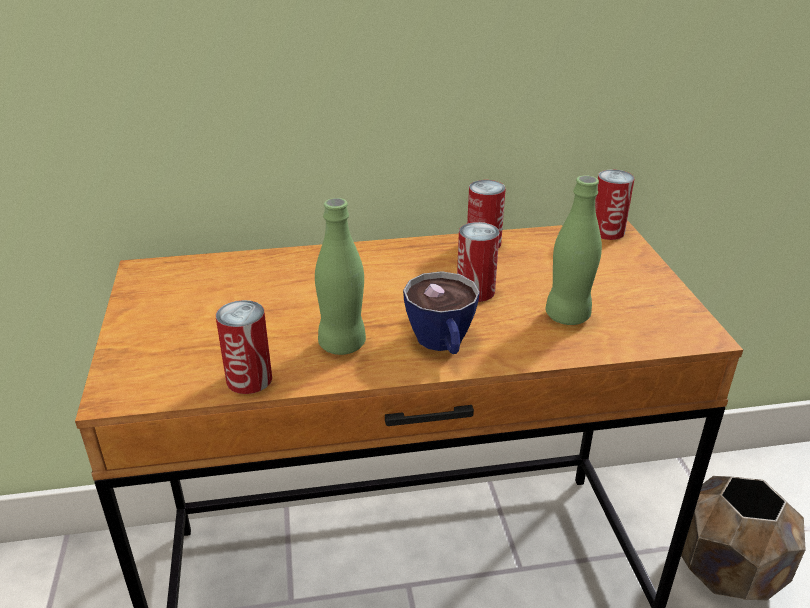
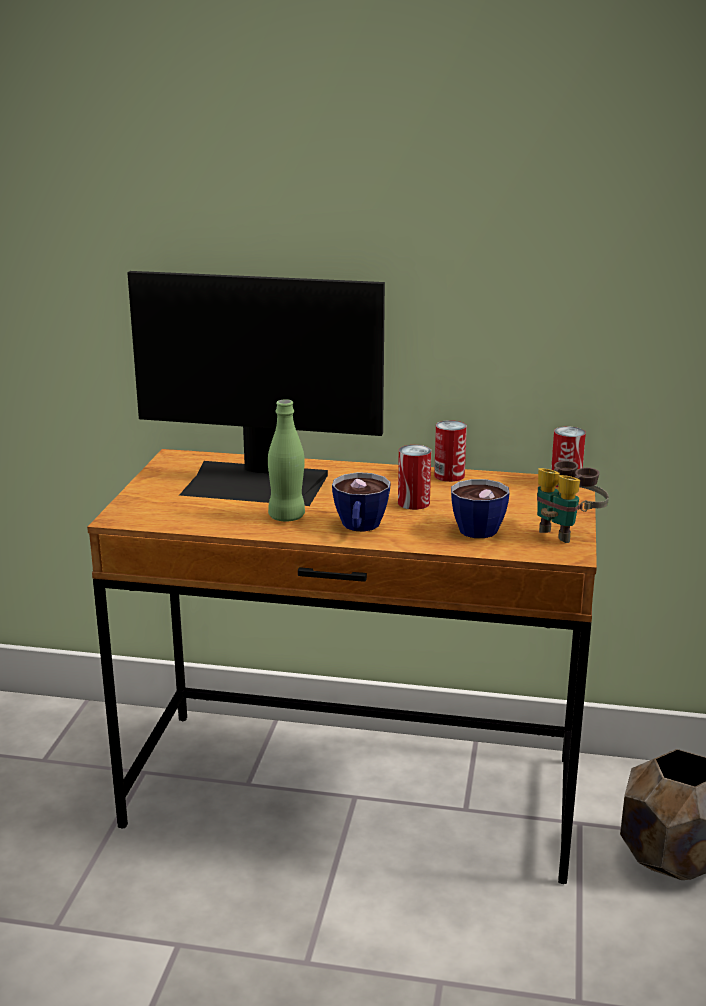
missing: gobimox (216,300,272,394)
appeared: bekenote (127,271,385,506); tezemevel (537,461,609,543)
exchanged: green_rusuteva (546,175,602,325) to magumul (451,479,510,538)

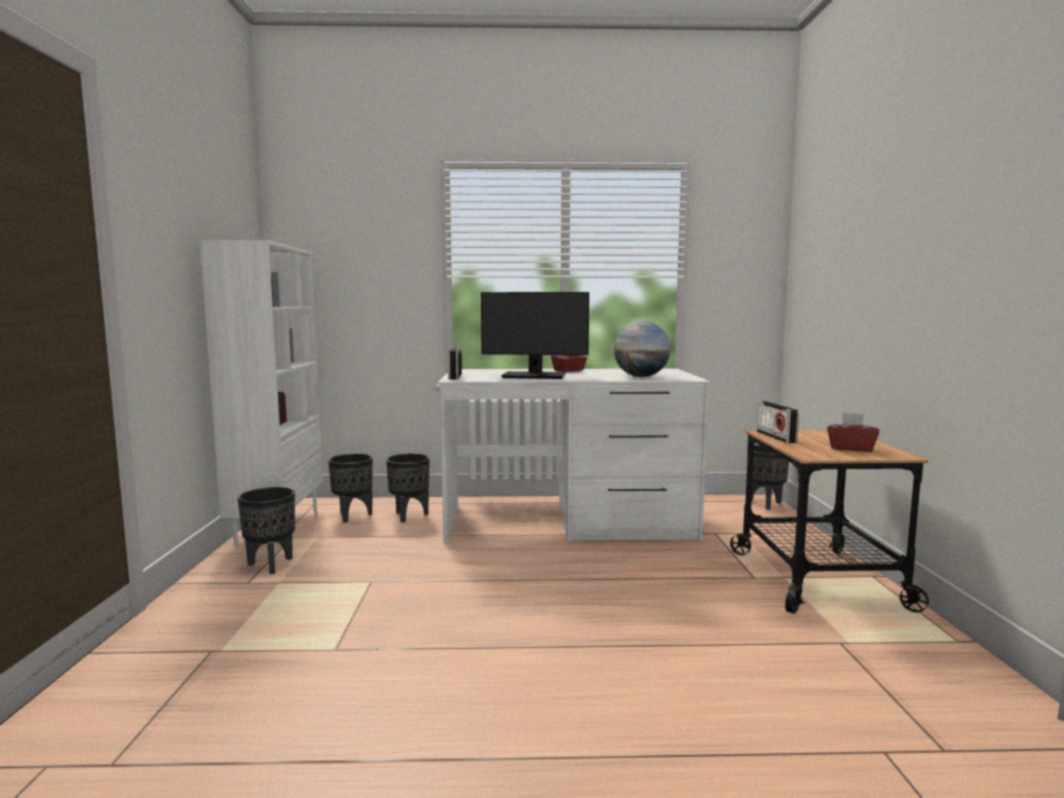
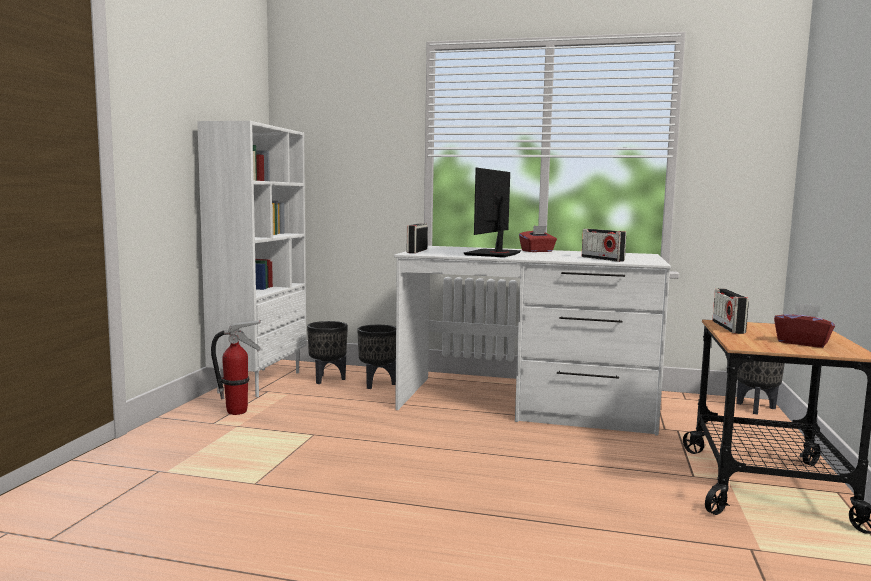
exchanged: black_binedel (238,487,295,574) to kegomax (211,320,261,415); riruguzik (614,321,671,377) to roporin (582,229,626,262)
spun: bekenote (481,292,589,379) = (464,168,521,257) 90 degrees clockwise

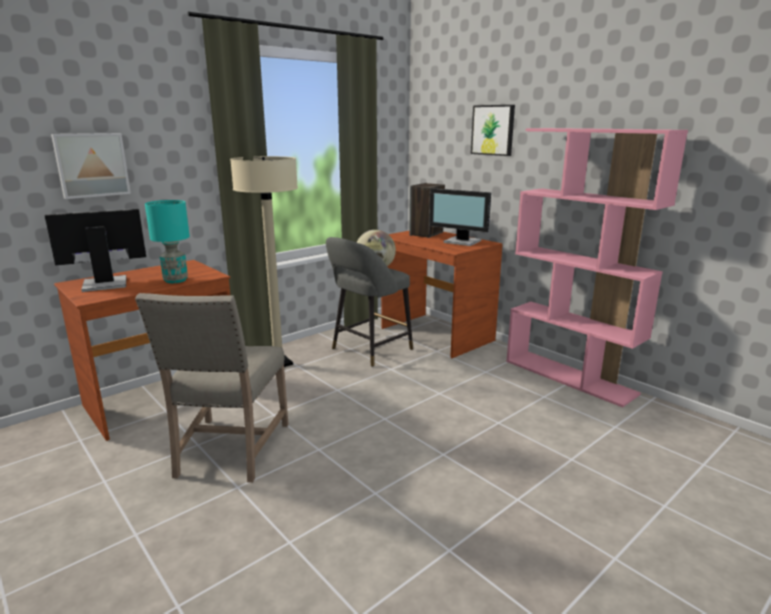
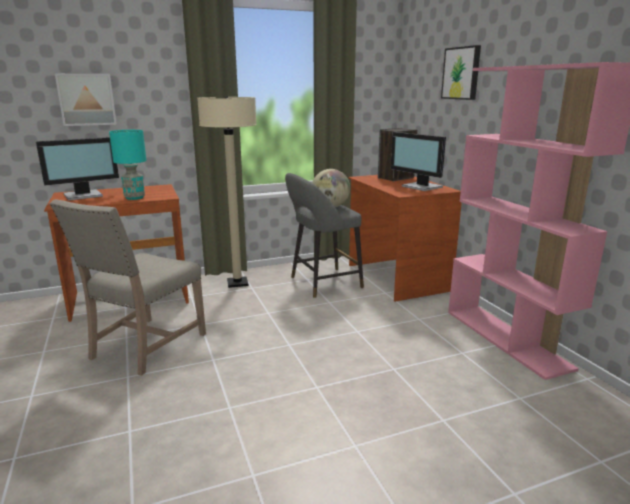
spun: bekenote (44,209,146,292) = (36,137,119,201) 150 degrees clockwise

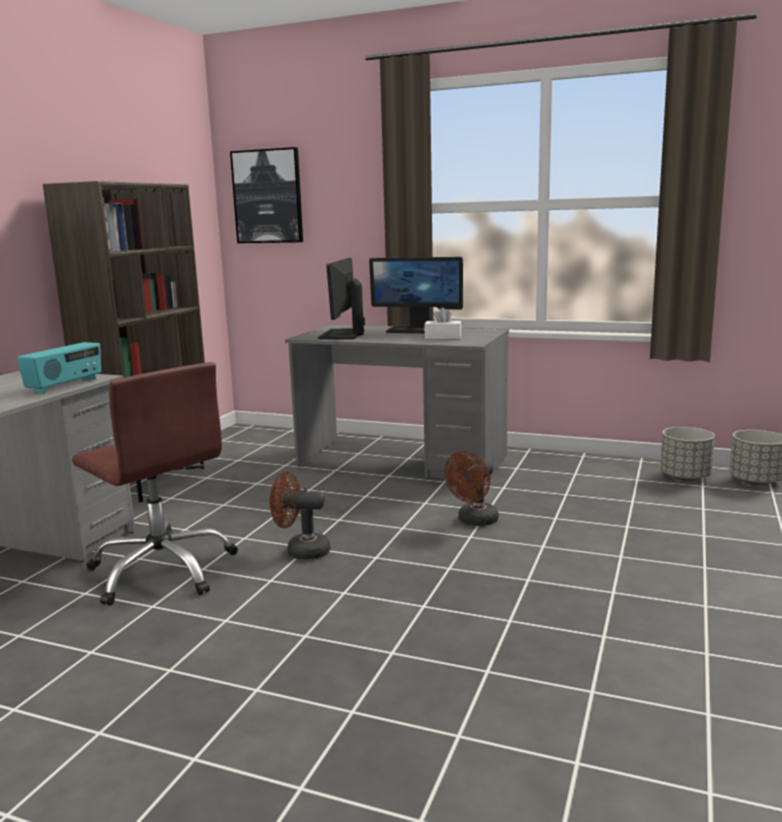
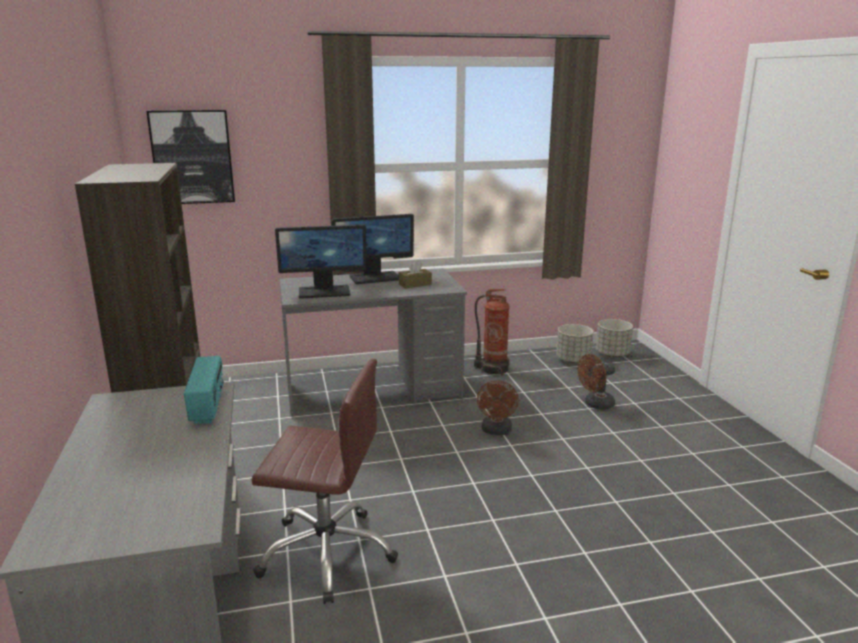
appeared: kegomax (474,289,510,376)
relocated: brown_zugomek (270,471,330,560) to (578,354,615,410)
colour: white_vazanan (424,308,461,339) to brown_vazanan (399,260,432,289)
spun: bekenote (318,258,365,339) = (275,225,367,299) 75 degrees counterclockwise

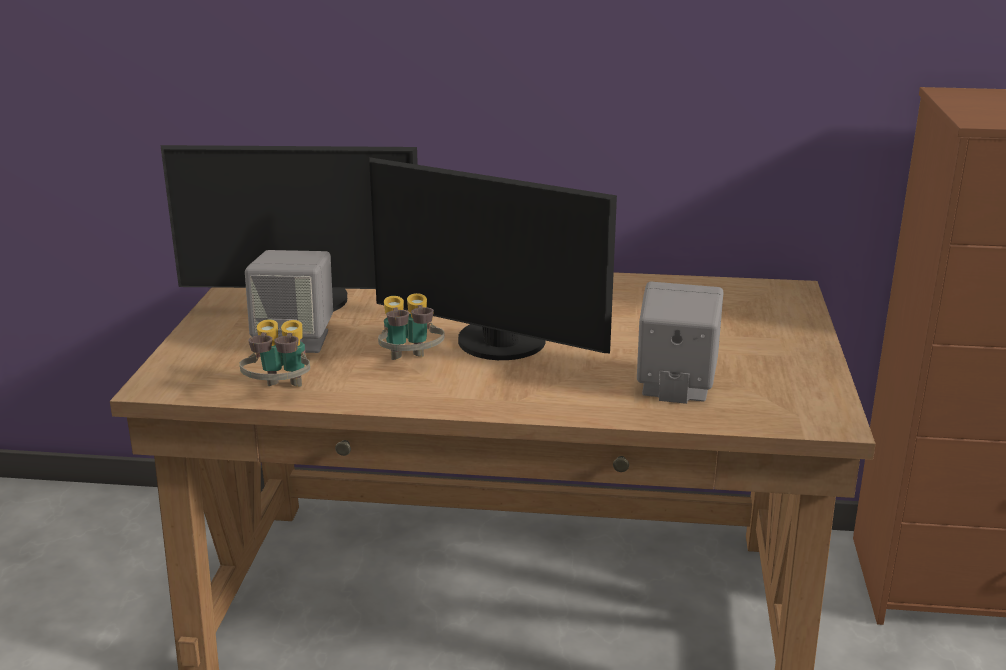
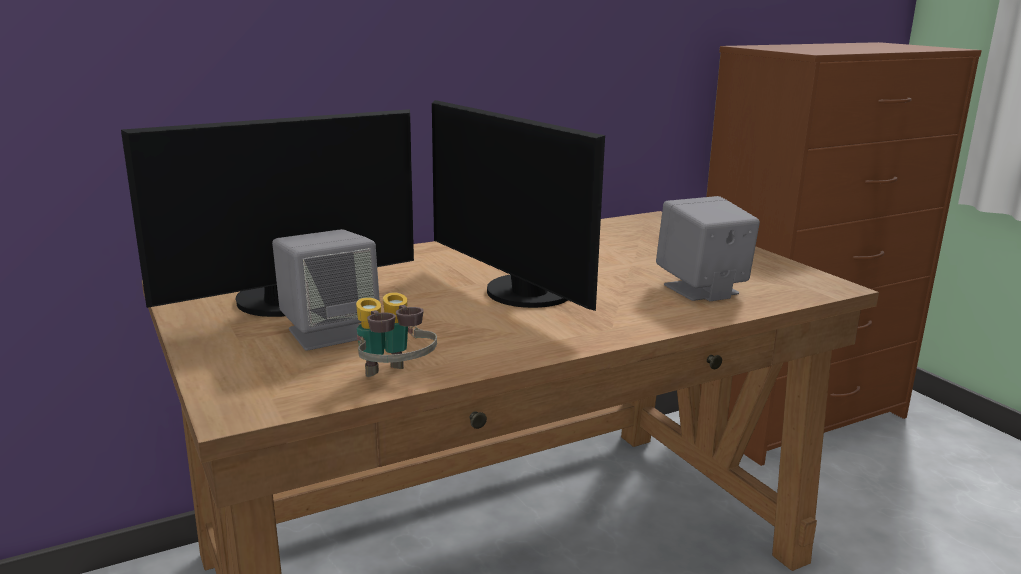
missing: tezemevel (378,293,445,360)
spun: bekenote (369,157,617,360) = (432,100,605,311) 60 degrees clockwise

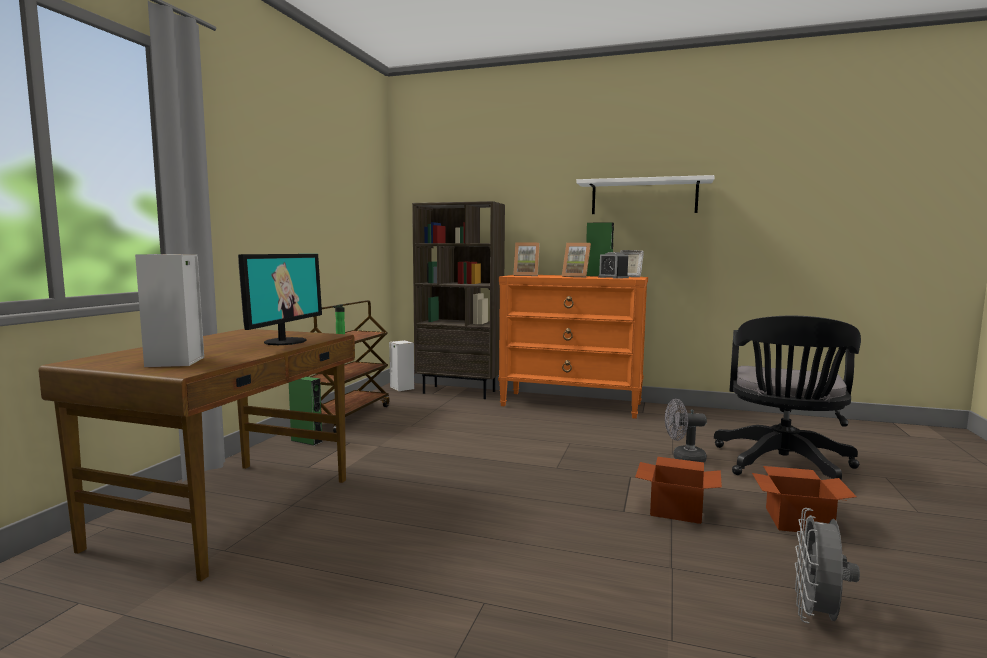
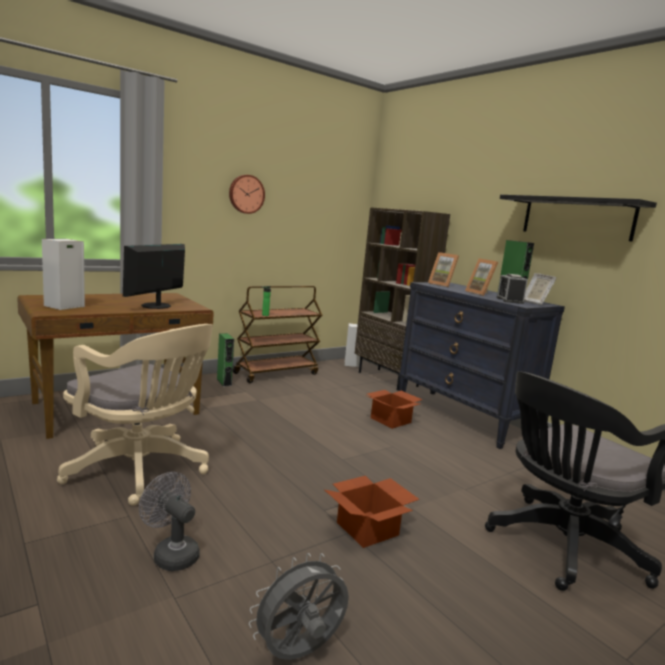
appeared: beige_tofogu (57,324,213,506); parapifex (229,175,265,214)
relocated: grey_zugomek (665,399,707,462) to (139,472,200,571); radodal (752,466,857,533) to (365,390,423,429)
colour: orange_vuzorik (498,275,648,419) to black_vuzorik (399,282,565,449); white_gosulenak (577,175,715,214) to black_gosulenak (500,195,657,242)
spun: bekenote (238,254,322,345) = (123,244,185,309) 150 degrees clockwise

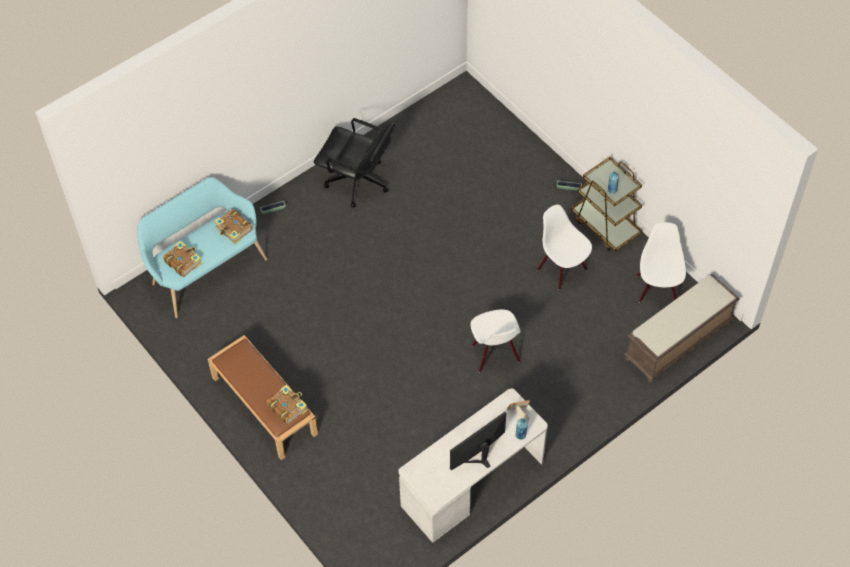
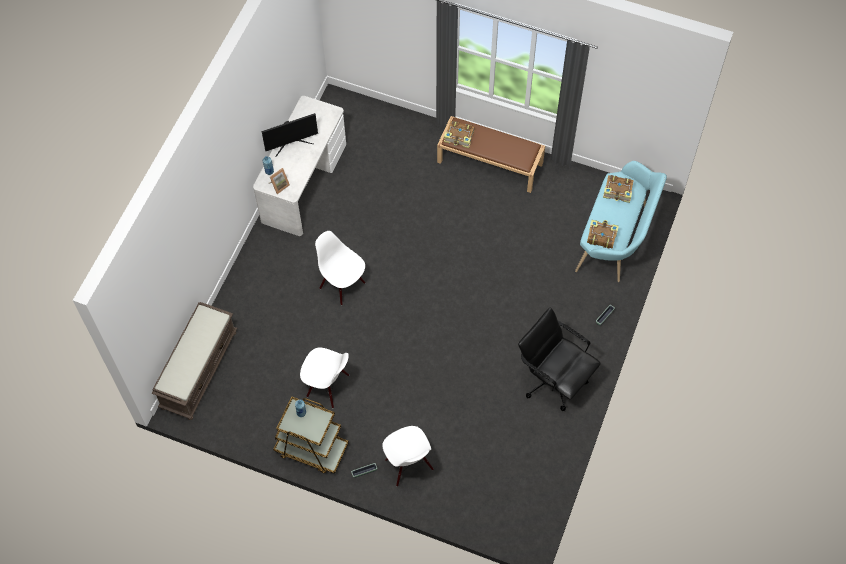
relocated: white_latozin (636,222,686,302) to (382,426,434,487)
spun: bekenote (450,412,506,470) = (262,113,318,157) 45 degrees clockwise; black_tofogu (314,118,395,207) = (518,308,601,411) 45 degrees clockwise

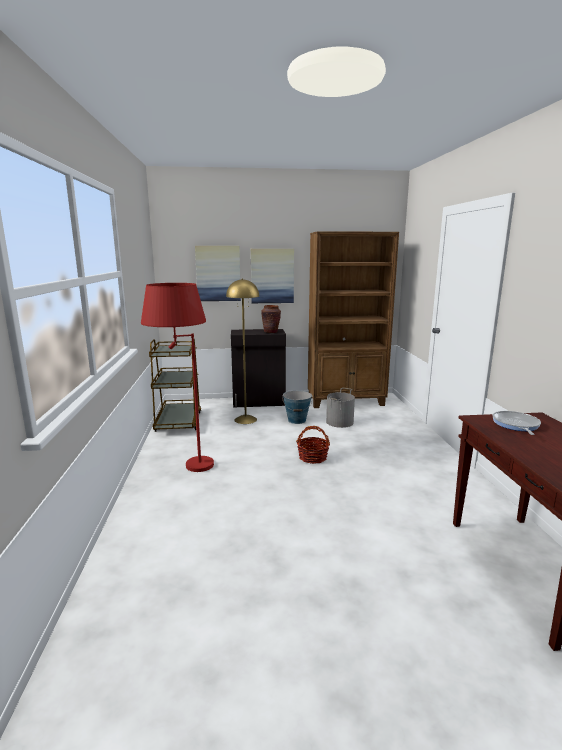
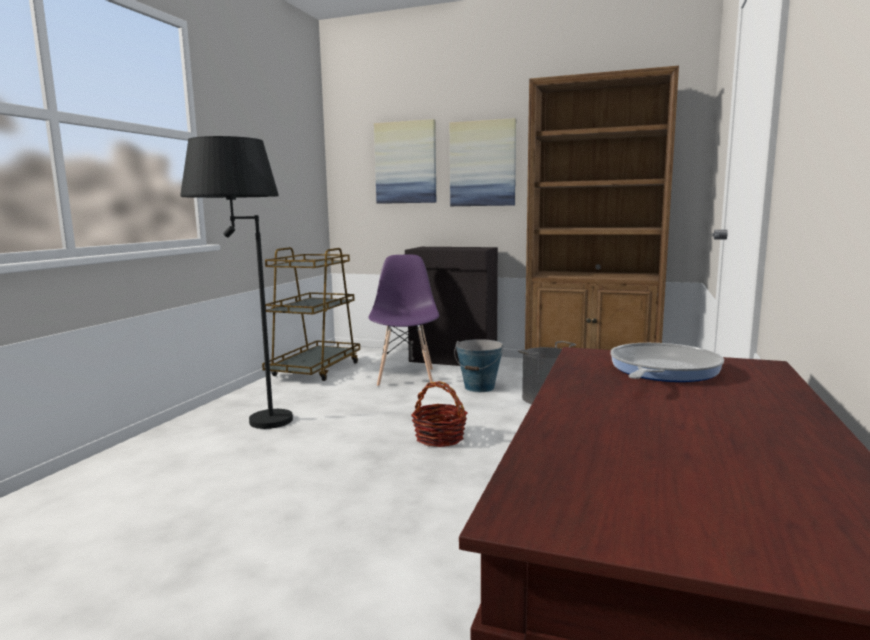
missing: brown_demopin (261,305,281,333)
exchanged: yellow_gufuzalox (226,278,259,424) to purple_latozin (368,255,439,387)
colour: red_gufuzalox (141,283,214,472) to black_gufuzalox (180,136,293,429)

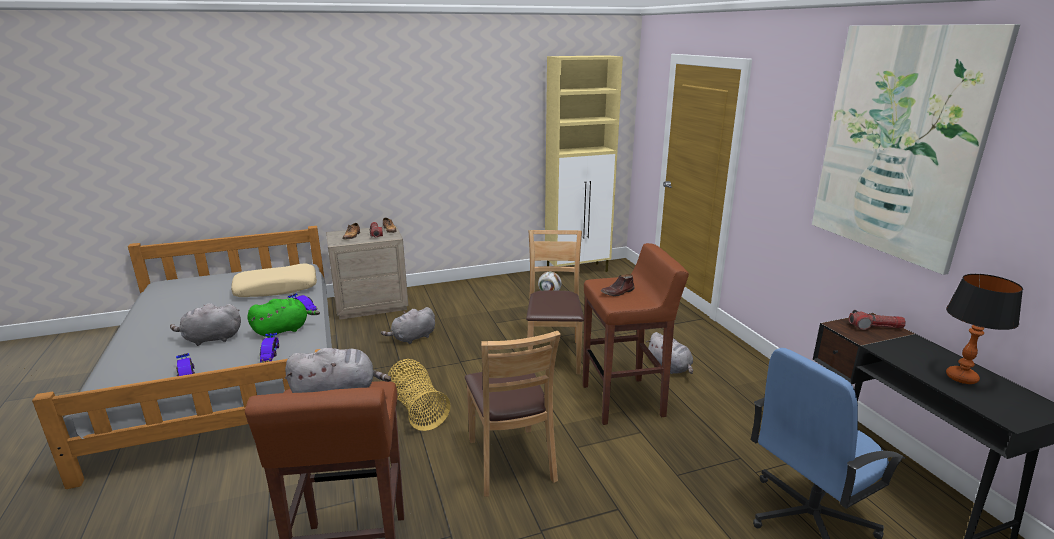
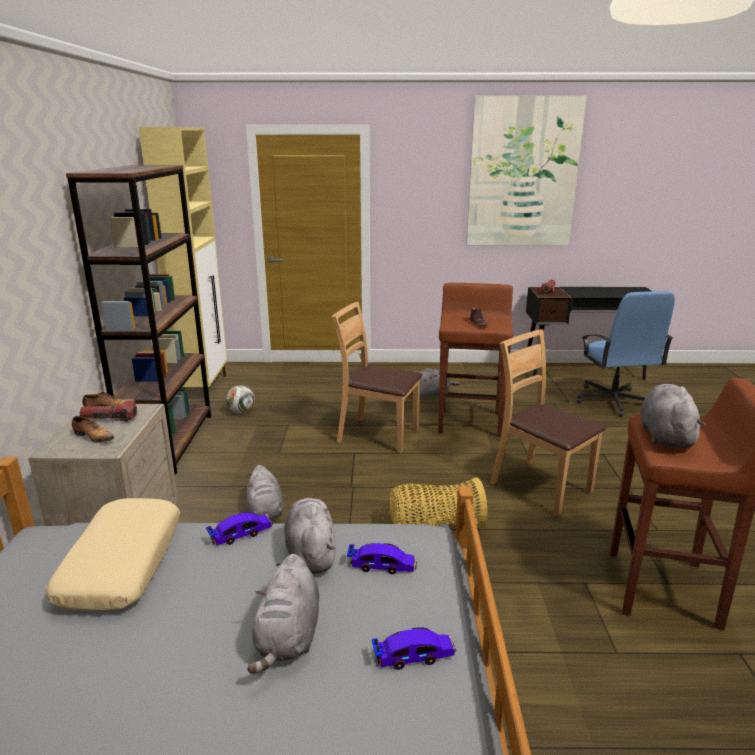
missing: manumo (946,274,1023,384)
appeared: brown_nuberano (66,165,211,474)
colour: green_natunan (247,298,320,338) to grey_natunan (284,498,336,574)
spun: brown_latozin (465,331,561,497) = (490,330,606,516) 135 degrees counterclockwise

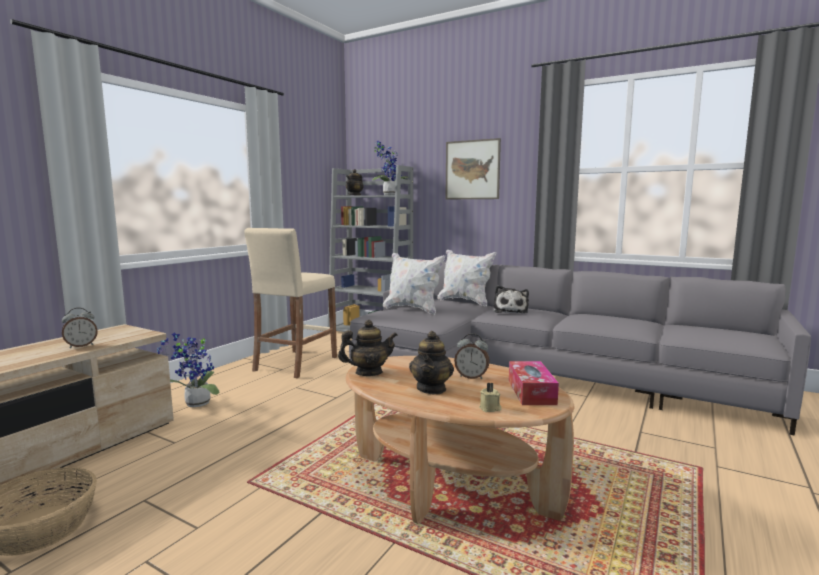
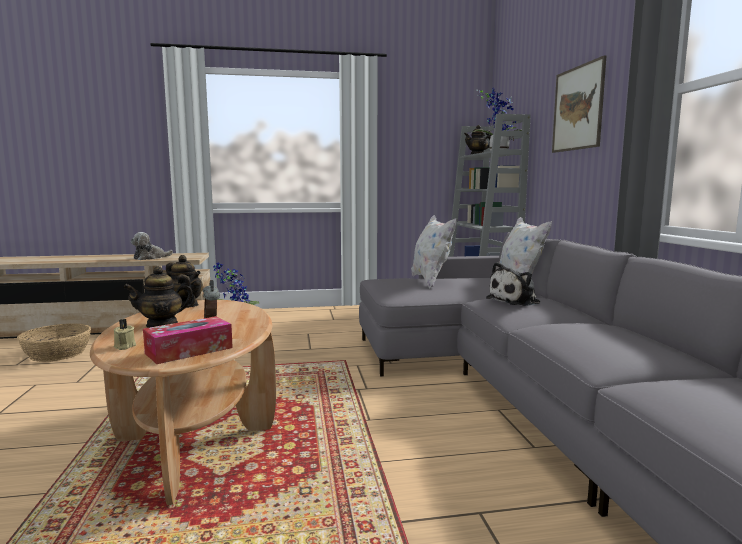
missing: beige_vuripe (244,228,337,378)
exchanged: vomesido (62,308,98,348) to natunan (131,232,173,260)

